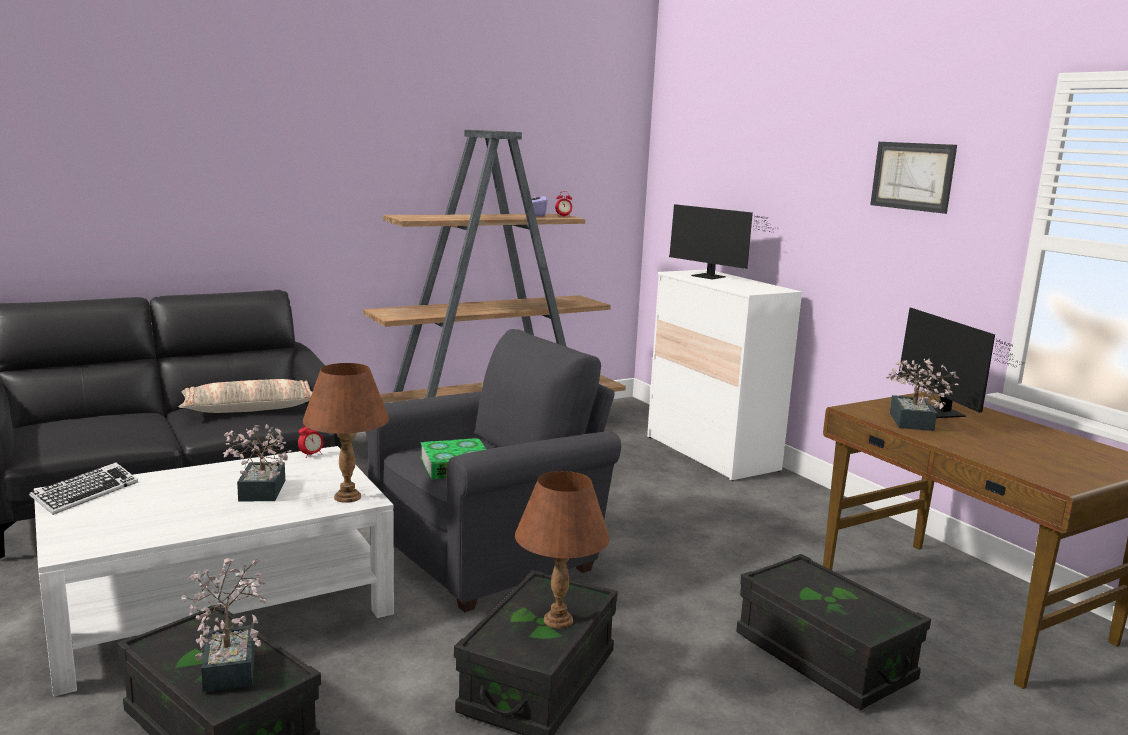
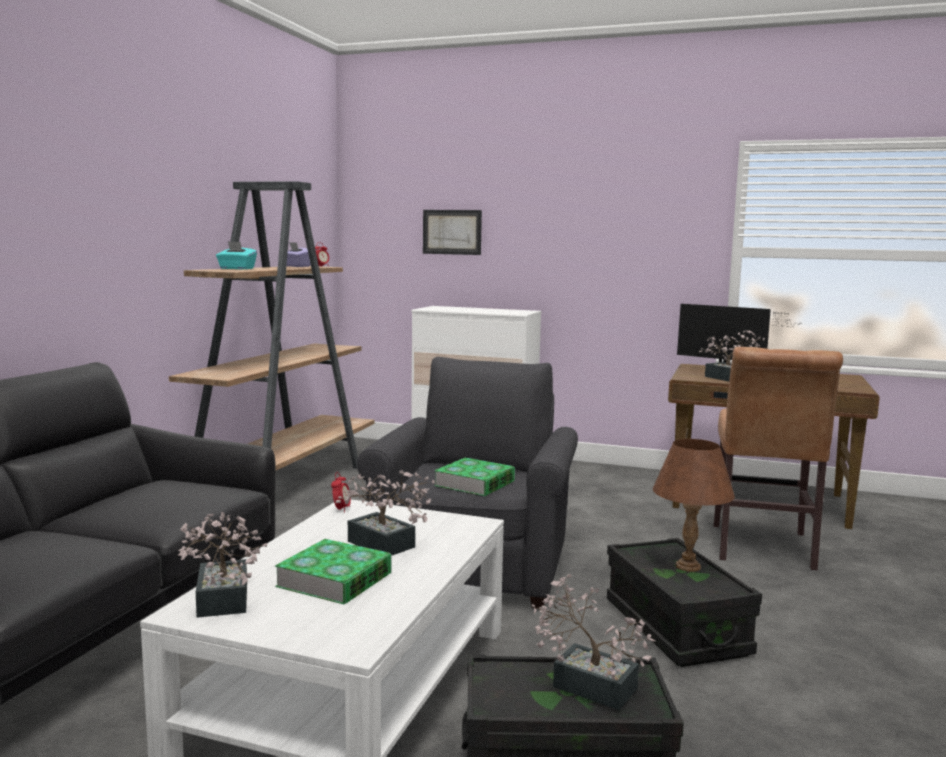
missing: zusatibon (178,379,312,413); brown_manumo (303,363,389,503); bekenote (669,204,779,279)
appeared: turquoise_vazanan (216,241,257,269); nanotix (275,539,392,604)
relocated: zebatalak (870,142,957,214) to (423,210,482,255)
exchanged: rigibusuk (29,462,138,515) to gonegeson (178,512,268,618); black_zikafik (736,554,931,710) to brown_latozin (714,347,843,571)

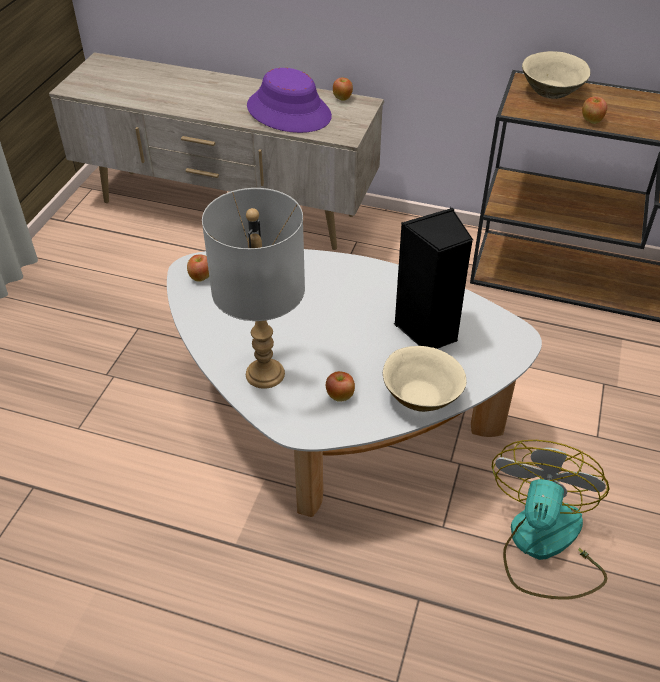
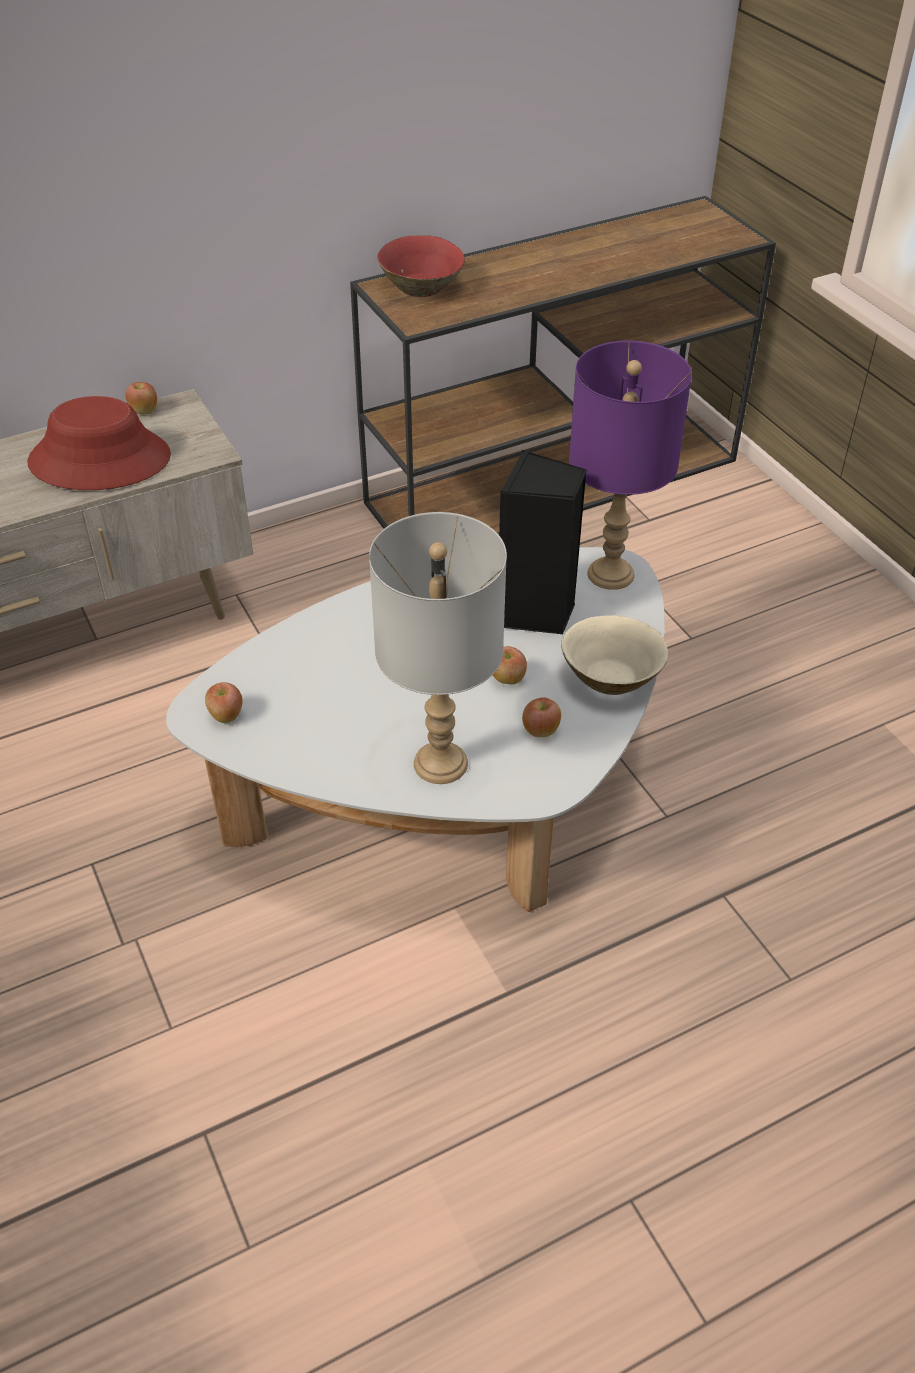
missing: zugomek (492,440,610,600)
appeared: purple_manumo (569,341,692,590)
relocated: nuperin (582,96,607,124) to (493,646,527,684)
colour: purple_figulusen (247,68,332,133) to red_figulusen (27,396,171,490); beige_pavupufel (522,51,590,99) to red_pavupufel (378,235,465,297)

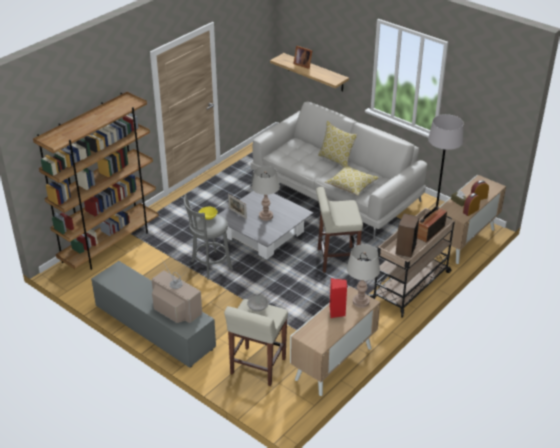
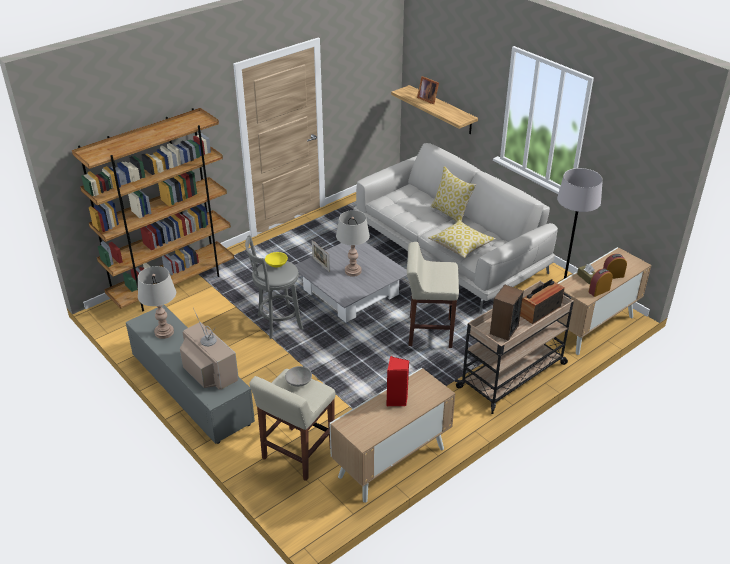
relocated: grey_manumo (347,244,380,308) to (138,266,176,339)

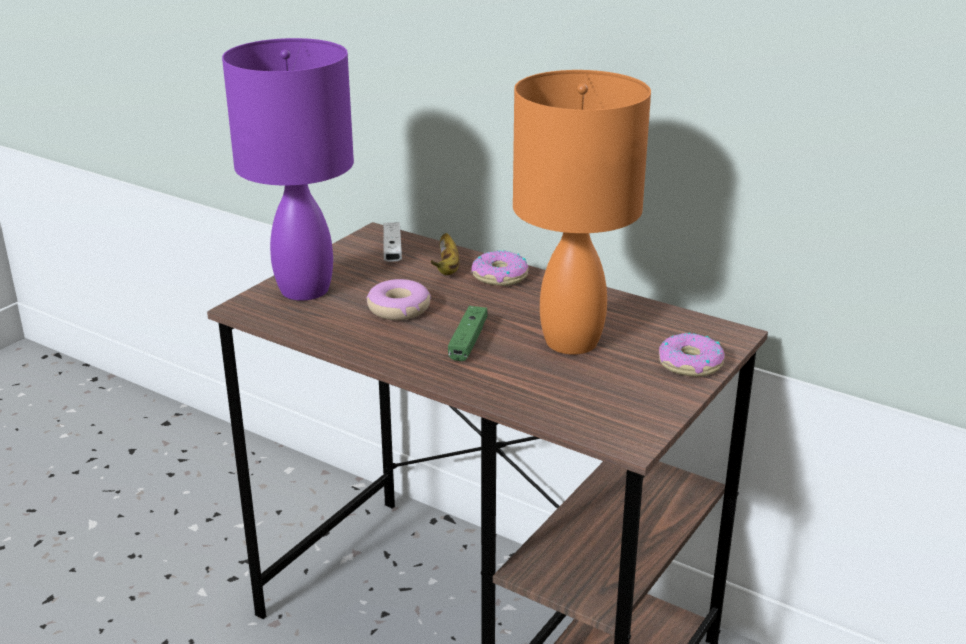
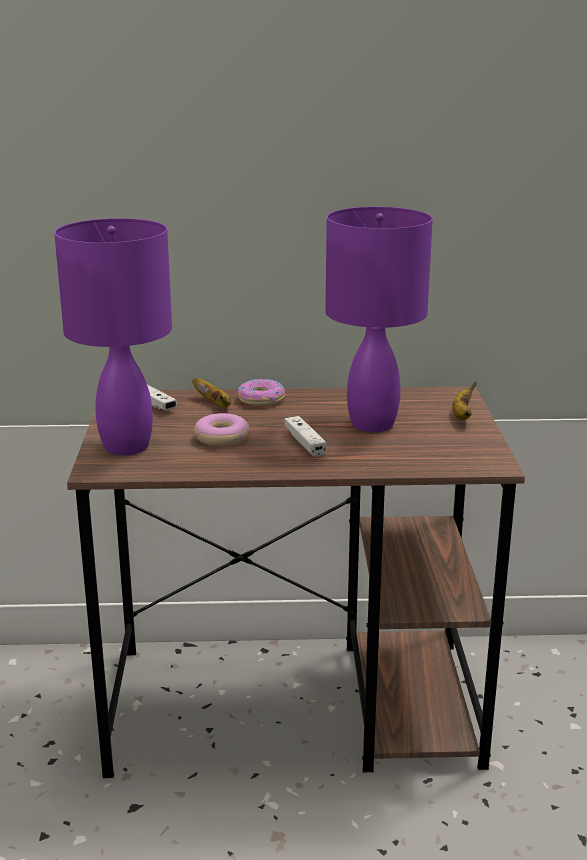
exchanged: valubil (659,333,725,376) to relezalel (452,381,476,420)
colour: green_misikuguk (448,306,488,361) to white_misikuguk (284,416,327,457); orange_manumo (513,70,651,355) to purple_manumo (325,207,433,432)

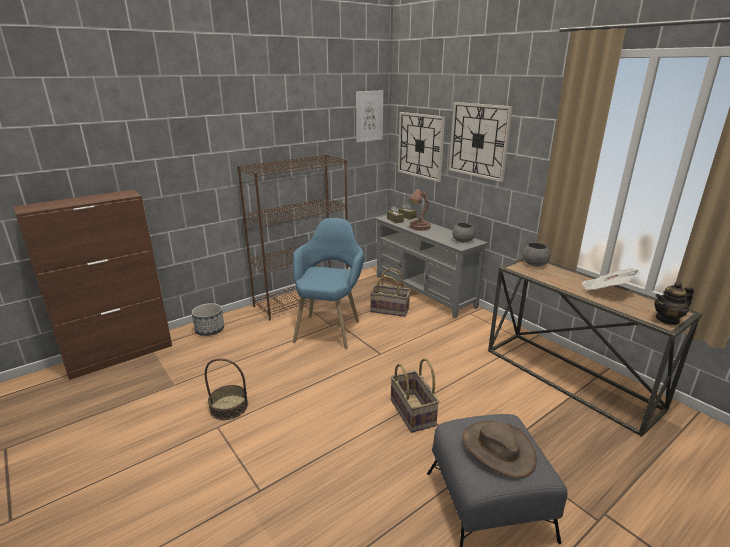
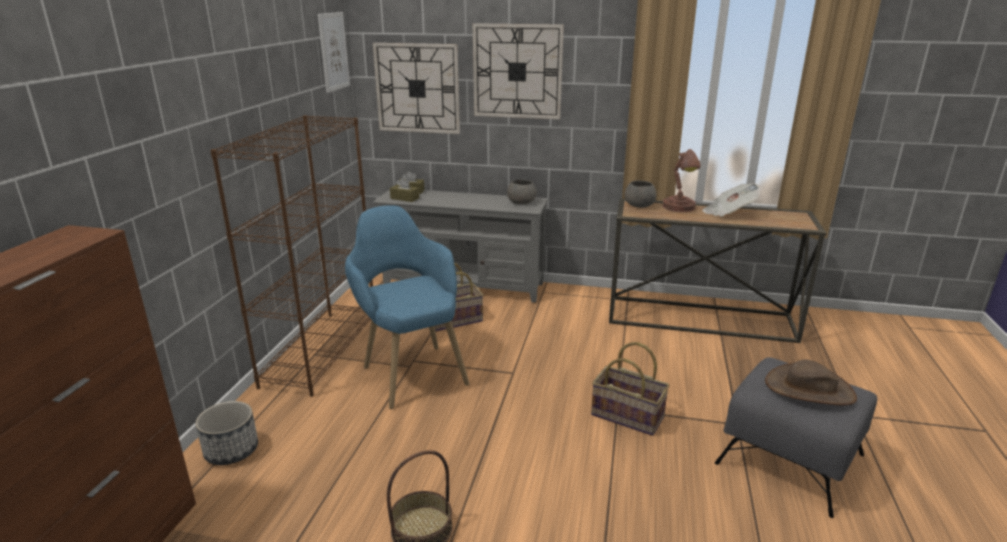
missing: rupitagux (654,282,694,325)
relocated: brown_manumo (409,189,431,231) to (662,149,701,212)

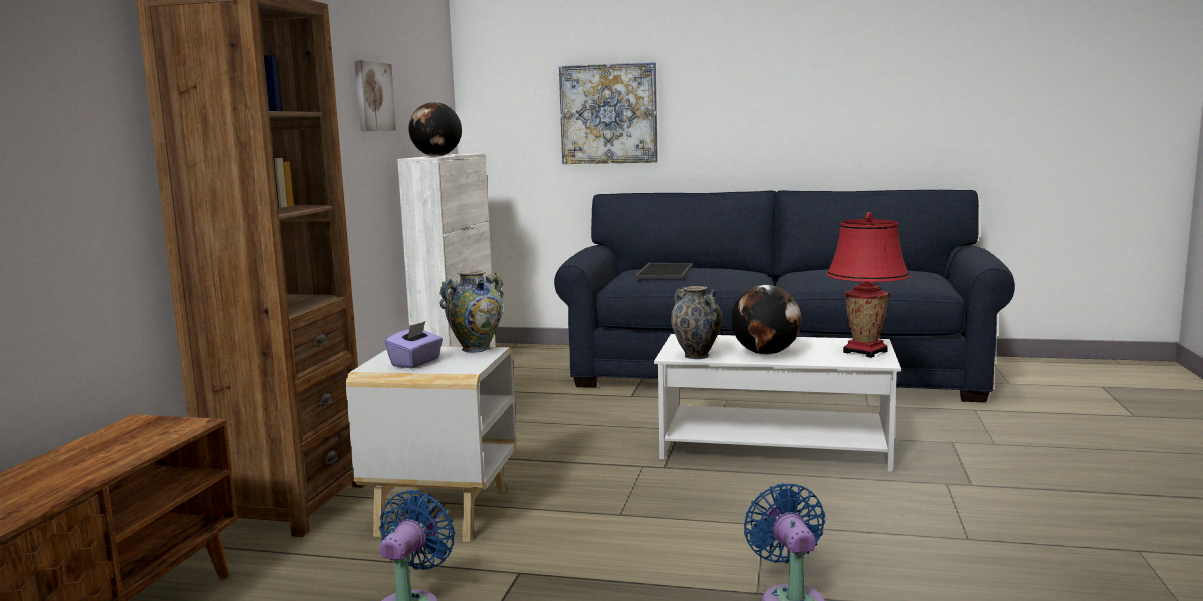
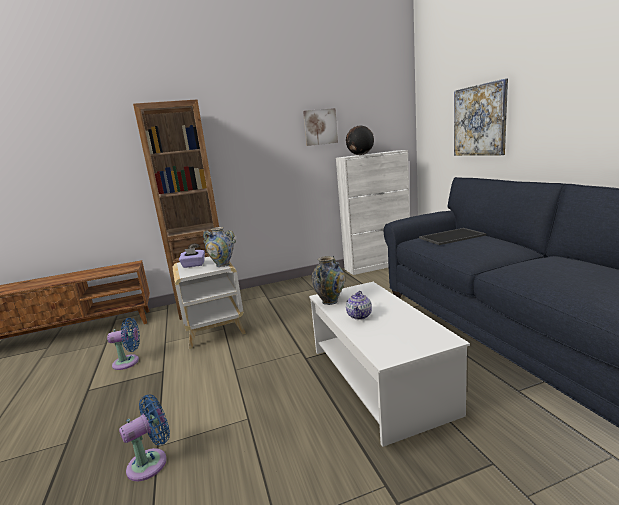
missing: red_manumo (827,212,910,358)
exchanged: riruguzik (731,285,801,355) to rupitagux (346,291,372,320)

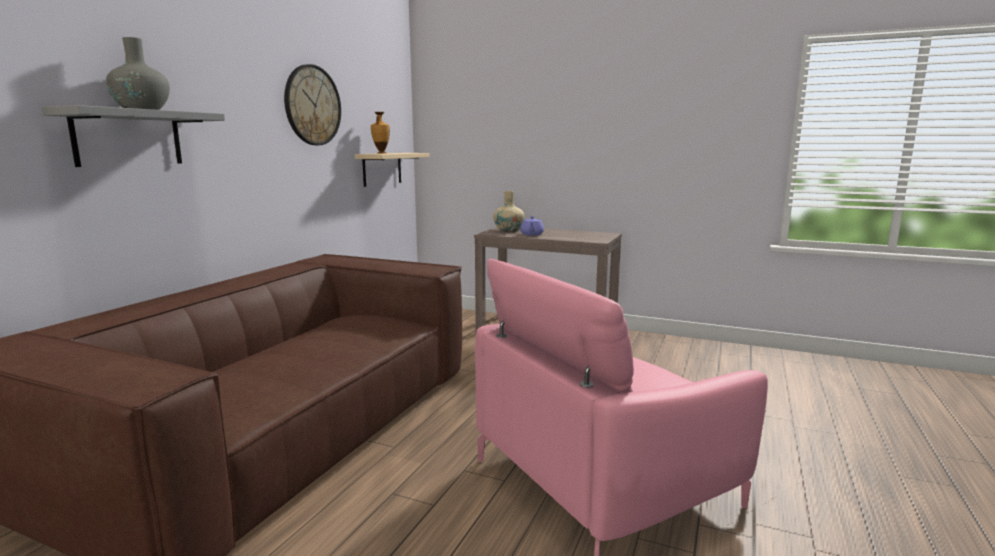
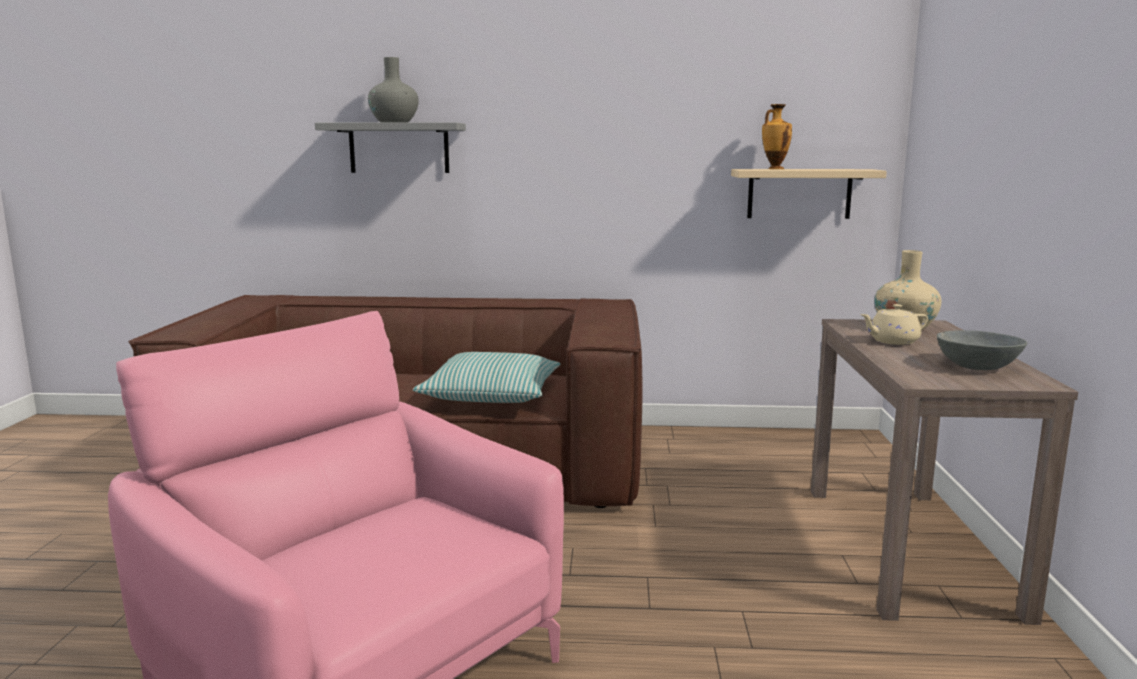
missing: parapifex (284,64,341,145)
appeared: zusatibon (413,352,561,403); grey_pavupufel (937,330,1027,370)
colour: purple_rupitagux (520,216,544,236) to beige_rupitagux (860,304,928,345)

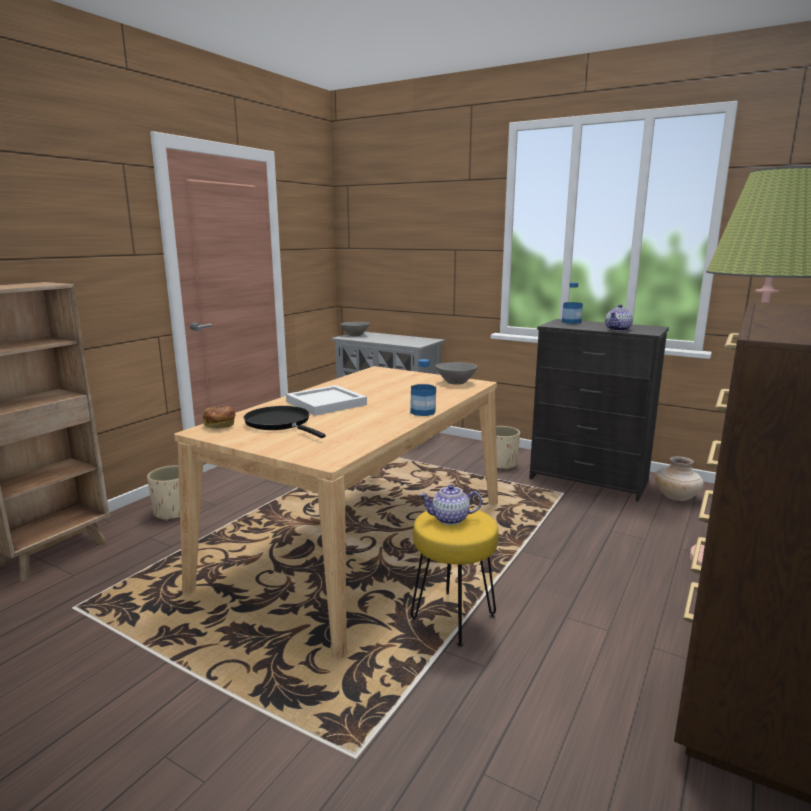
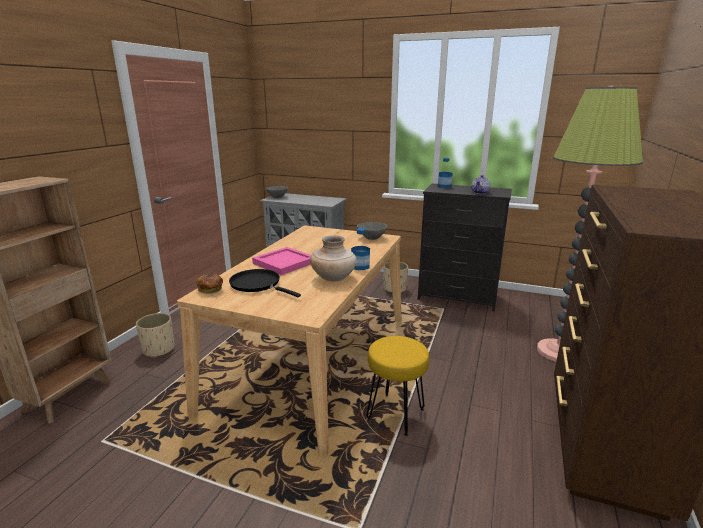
missing: rupitagux (419,484,482,525)
relocated: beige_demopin (655,456,704,501) to (310,235,357,281)
colour: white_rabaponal (286,385,367,416) to pink_rabaponal (252,247,311,275)

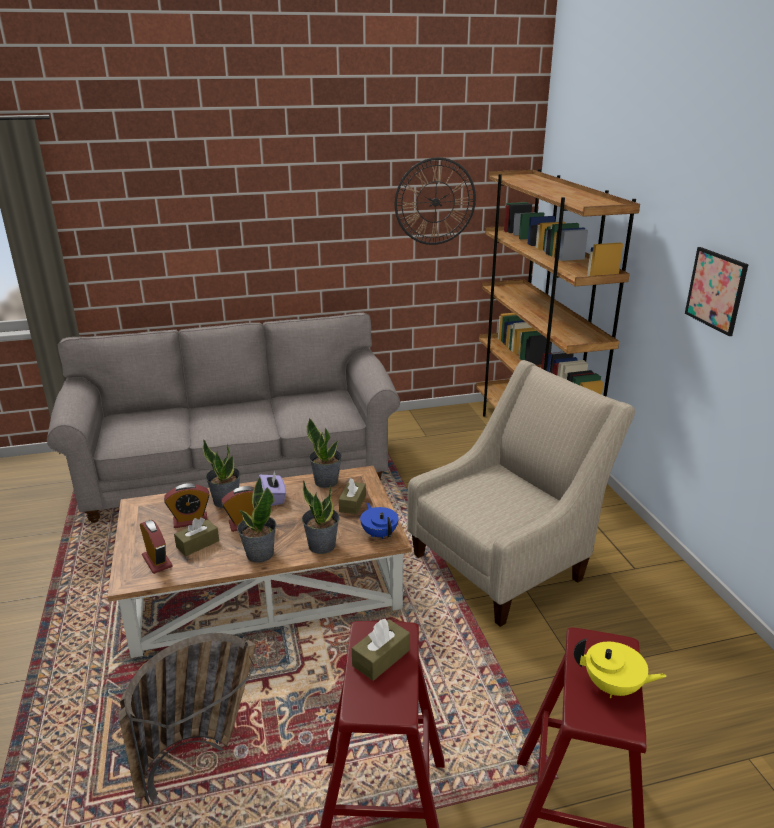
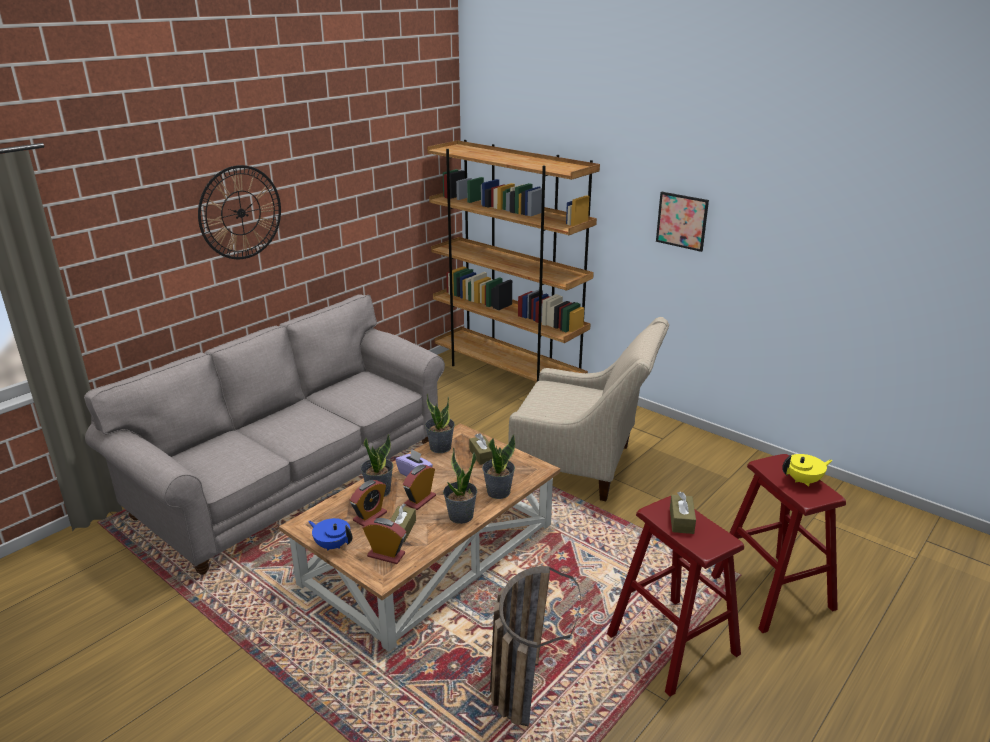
relocated: parapifex (395,157,476,245) to (198,165,281,259); blue_rupitagux (360,503,399,539) to (308,518,352,551)
spun: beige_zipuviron (407,360,635,627) = (509,317,669,501) 90 degrees clockwise

